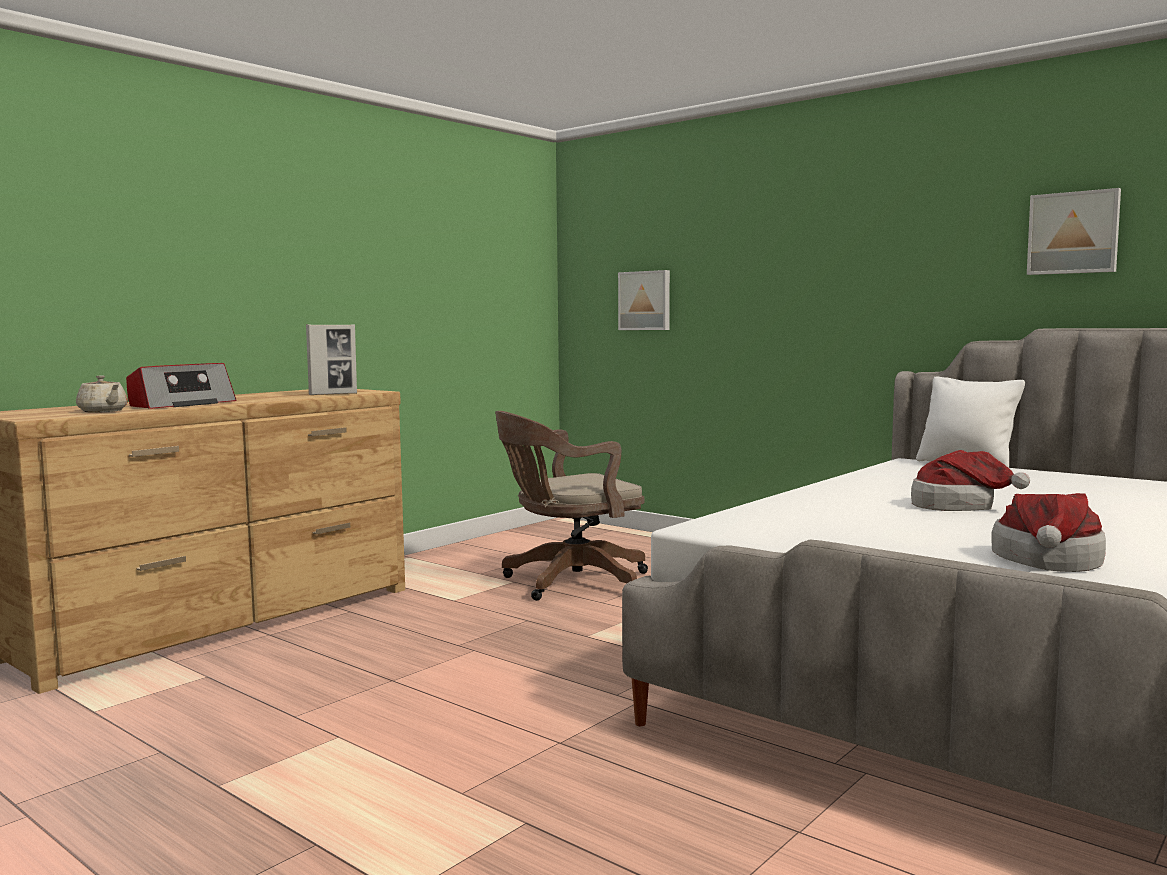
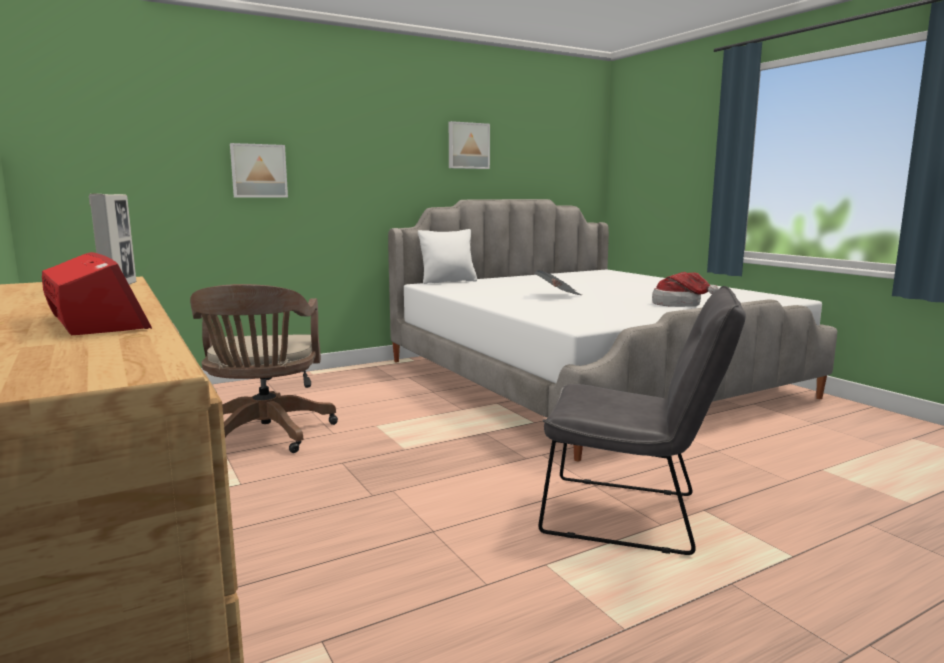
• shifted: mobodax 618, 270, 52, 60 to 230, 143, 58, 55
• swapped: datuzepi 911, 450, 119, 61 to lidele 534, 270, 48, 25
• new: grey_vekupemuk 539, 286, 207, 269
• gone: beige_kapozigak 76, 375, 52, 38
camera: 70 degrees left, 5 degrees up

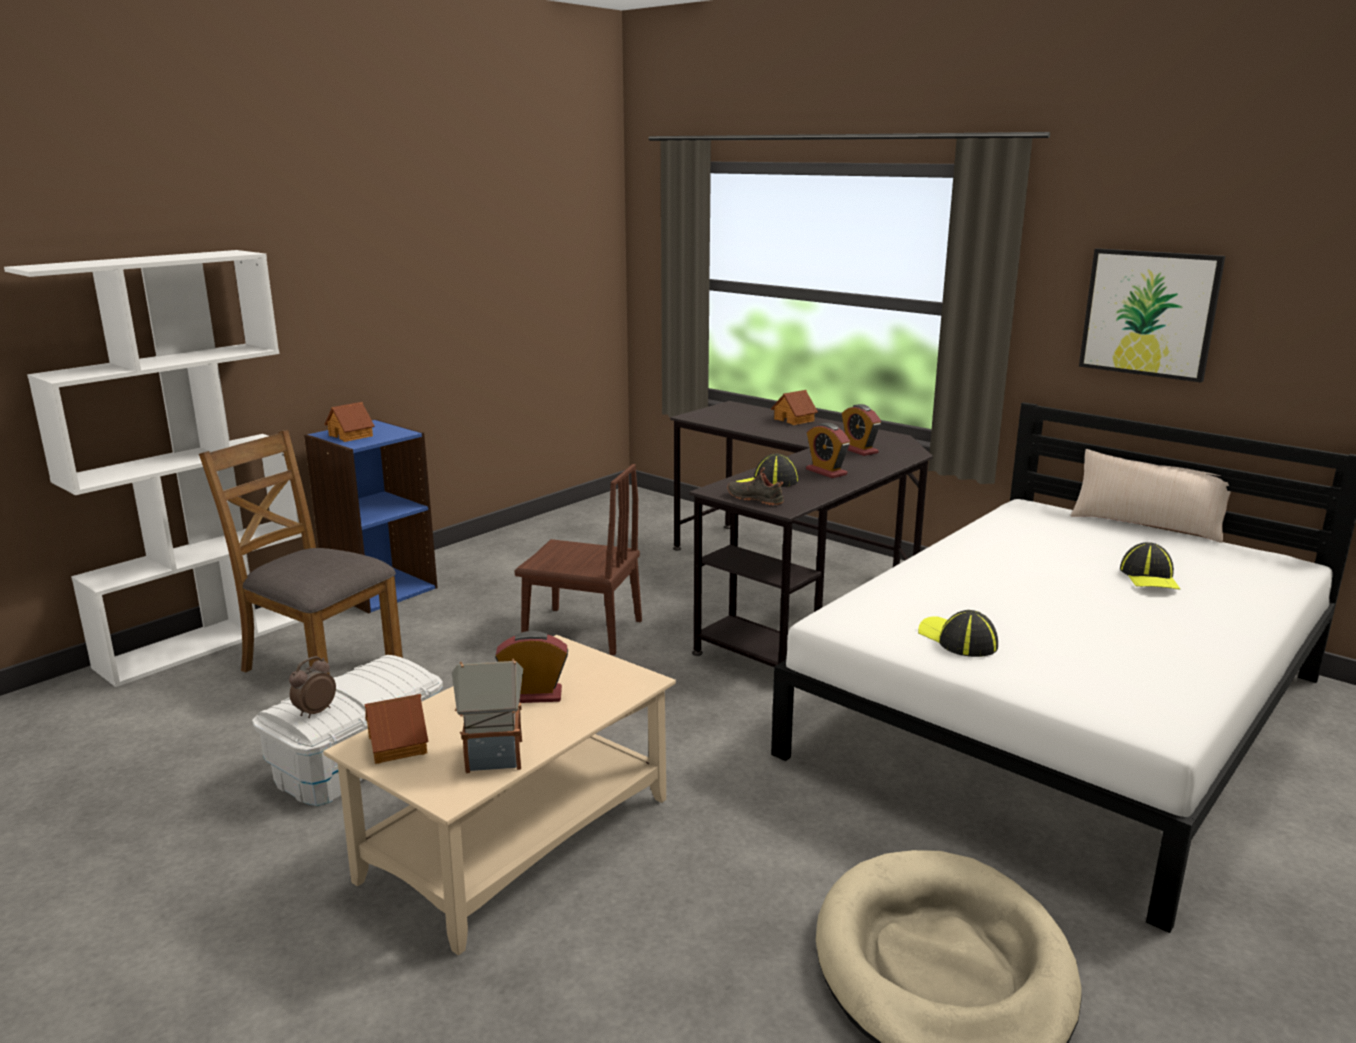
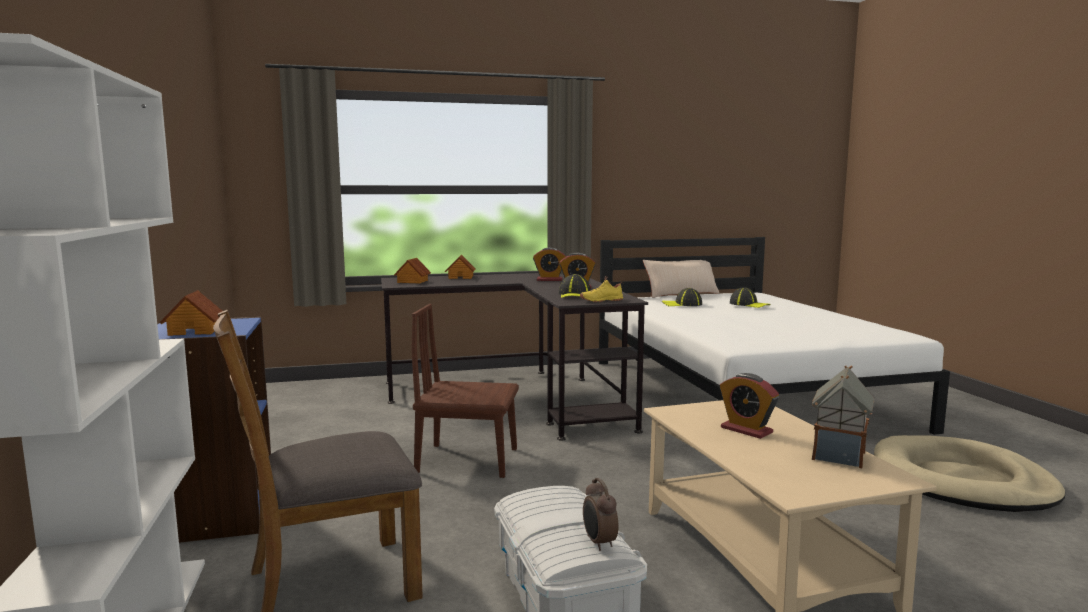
• shifted: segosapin 365, 694, 63, 70 to 394, 258, 37, 26
• rotated: brown_vekupemuk 514, 464, 128, 191 = 411, 304, 108, 174 135 degrees counterclockwise
• repainted: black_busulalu 727, 468, 57, 37 to yellow_busulalu 580, 276, 43, 26
• shifted: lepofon 918, 610, 80, 47 to 662, 288, 40, 18
• rotated: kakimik 495, 631, 73, 72 = 720, 373, 59, 66 75 degrees counterclockwise
• gone: mobodax 1079, 248, 146, 135
camera: 55 degrees left, 10 degrees down

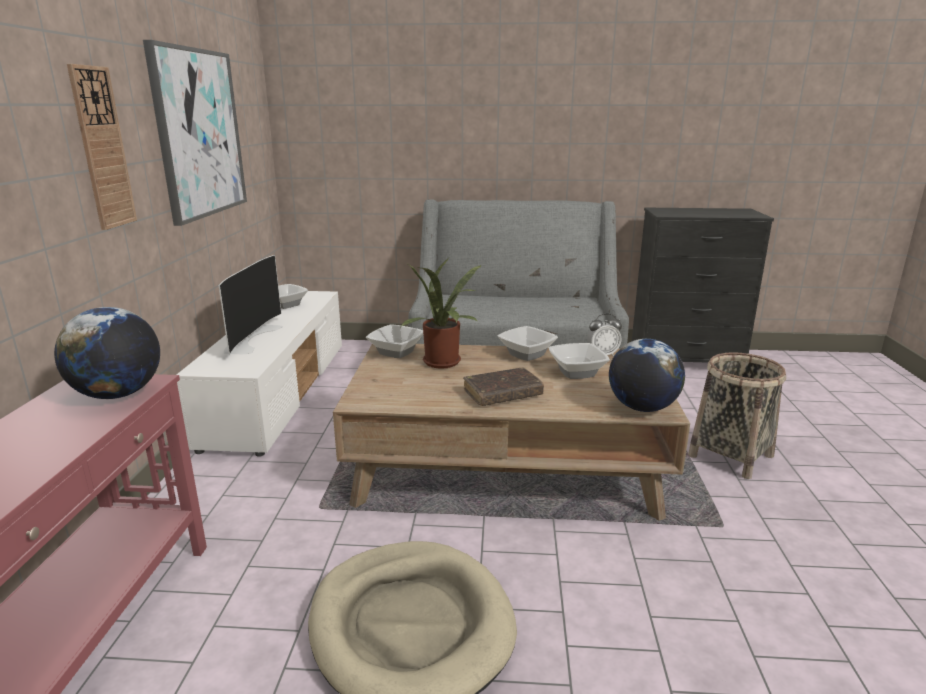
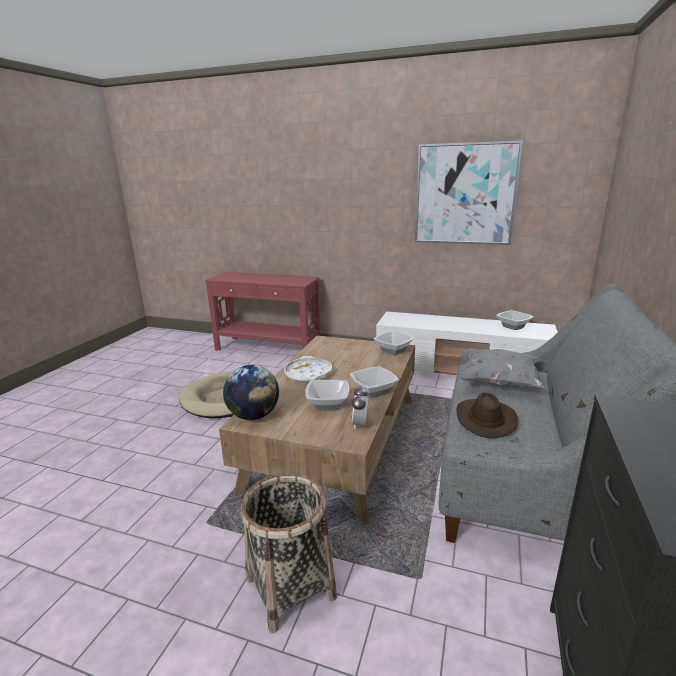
• swapped: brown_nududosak 463, 368, 81, 38 to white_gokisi 284, 356, 48, 25
• new: brown_datuzepi 456, 393, 62, 45
• new: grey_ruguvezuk 460, 348, 87, 41
• gone: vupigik 54, 307, 106, 92
• gone: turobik 67, 64, 70, 166
• gone: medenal 219, 255, 64, 100
• gone: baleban 401, 258, 81, 111
camera: 105 degrees right, 0 degrees up

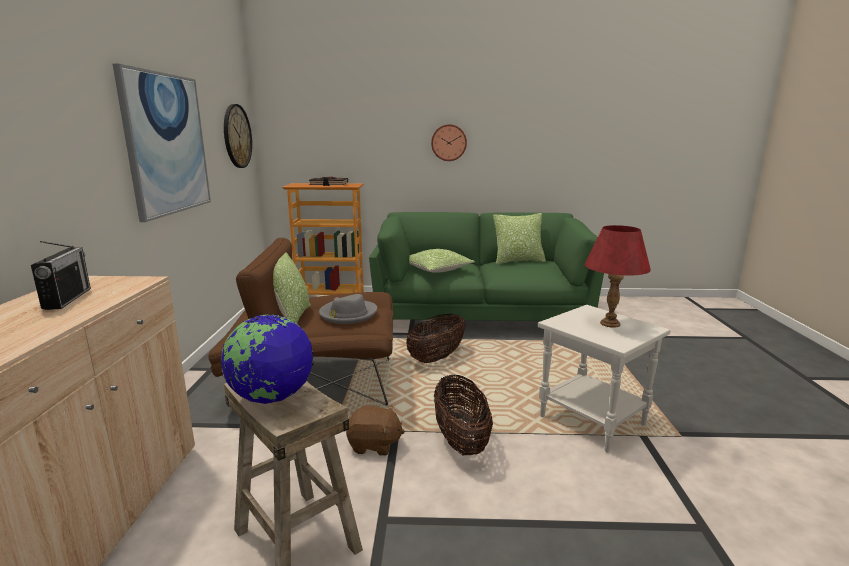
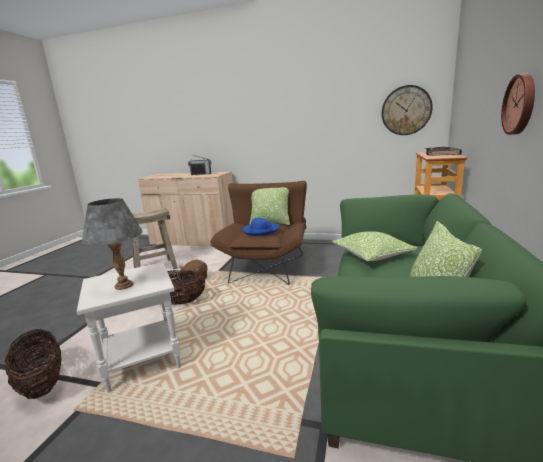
• shifted: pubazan 406, 314, 59, 49 to 4, 329, 58, 70
• repainted: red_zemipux 585, 225, 66, 103 to grey_zemipux 82, 198, 61, 92
• repainted: grey_datuzepi 319, 294, 58, 30 to blue_datuzepi 243, 218, 36, 18
• gone: mobodax 113, 63, 98, 159
• gone: vupigik 221, 314, 93, 90
camera: 105 degrees right, 0 degrees up

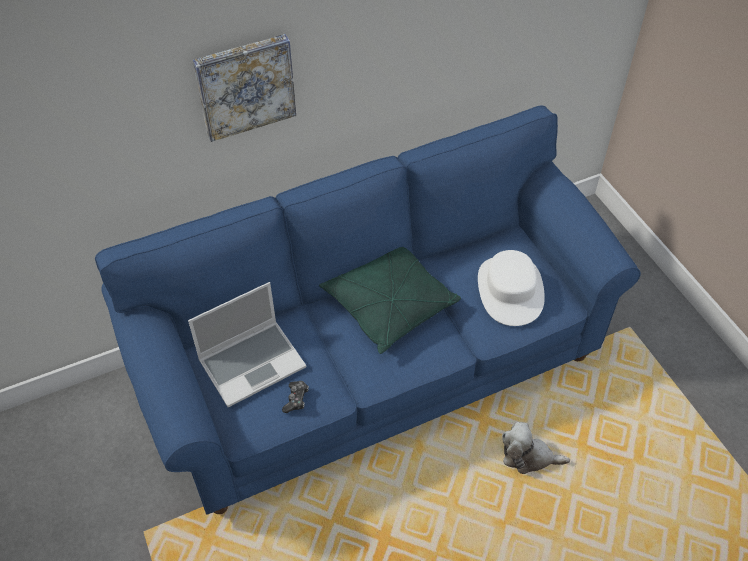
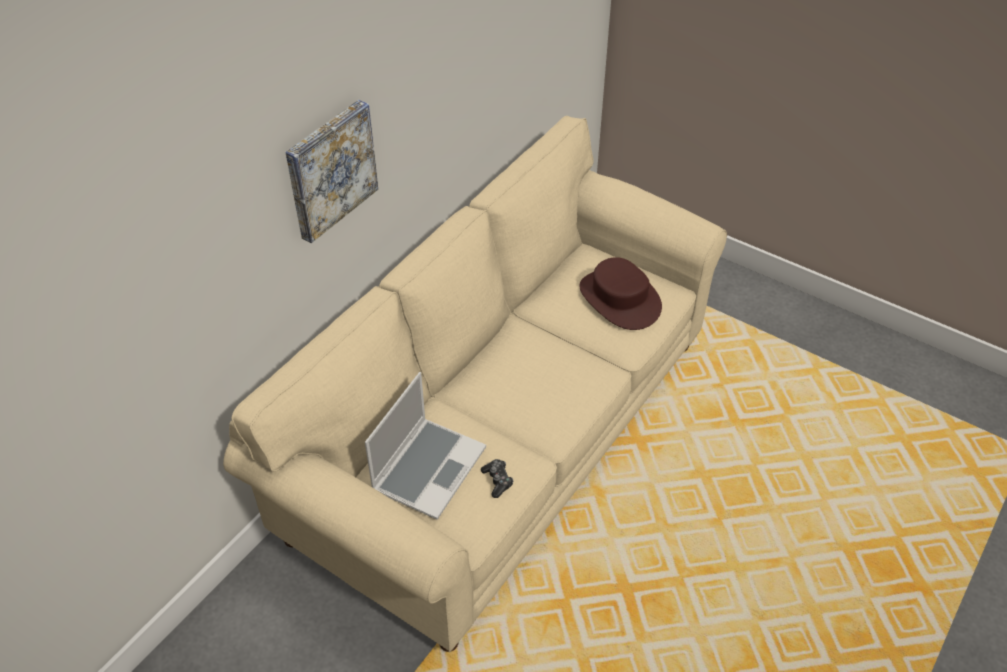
• repainted: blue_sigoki 95, 106, 546, 409 to beige_sigoki 223, 116, 504, 537
• repainted: white_datuzepi 478, 250, 67, 76 to brown_datuzepi 579, 257, 83, 73
• gone: green_ruguvezuk 319, 247, 142, 107
• gone: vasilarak 502, 422, 68, 52
camera: 30 degrees left, 5 degrees down

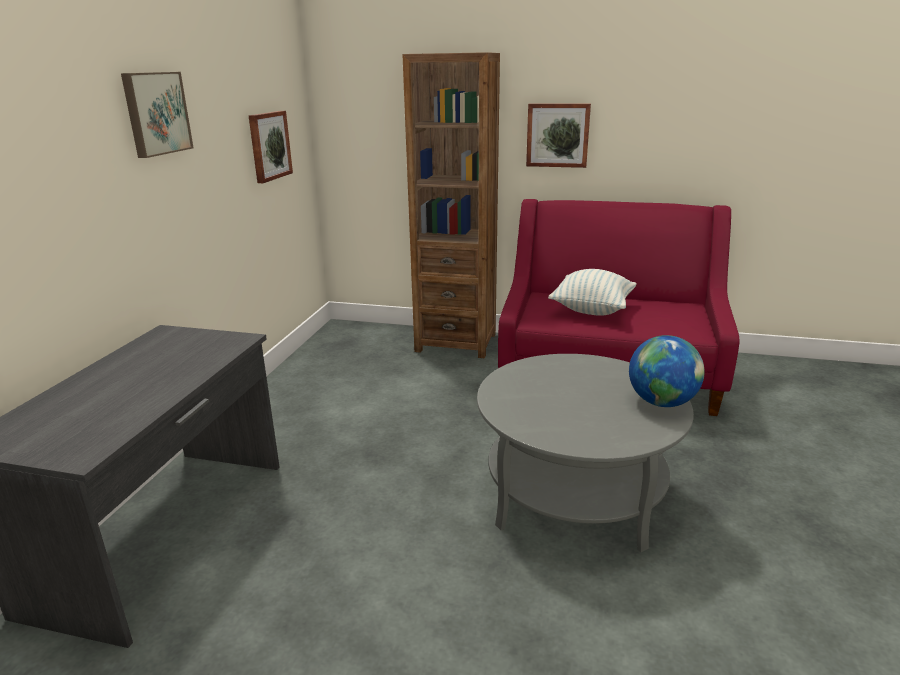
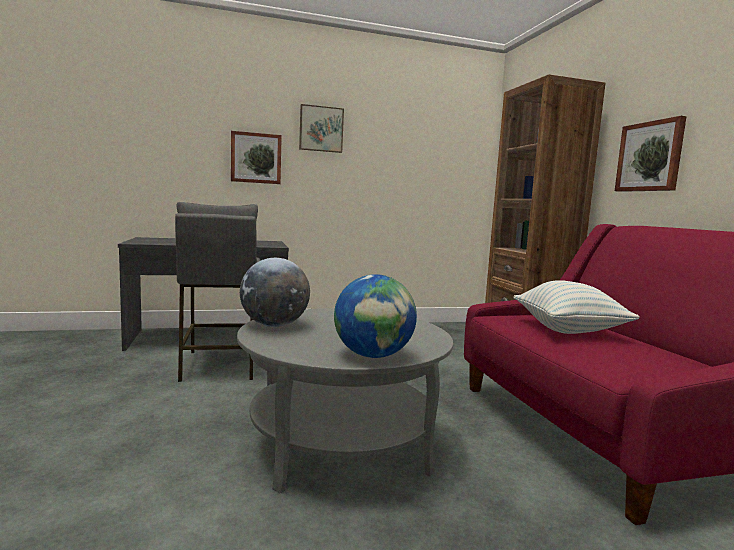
• new: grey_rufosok 175, 202, 86, 180
• shifted: mobodax 248, 111, 45, 72 to 231, 131, 51, 53
• new: vupigik 240, 258, 70, 69
camera: 60 degrees right, 15 degrees down

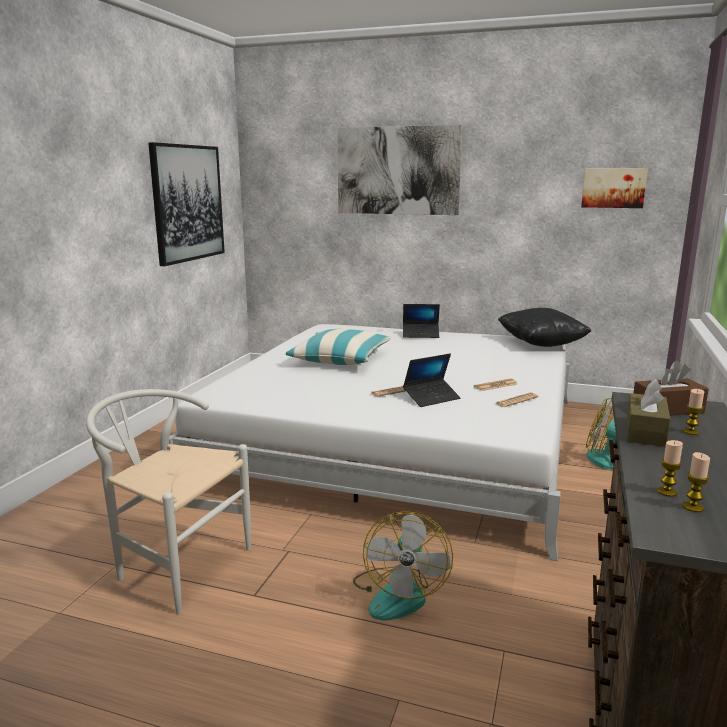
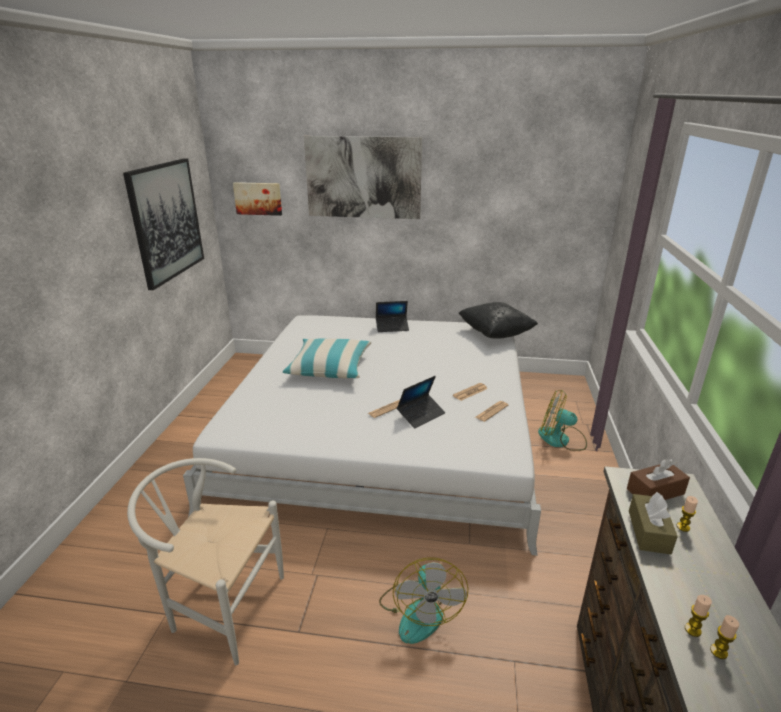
• shifted: mobodax 581, 168, 67, 40 to 233, 182, 49, 34
camera: 10 degrees left, 10 degrees up

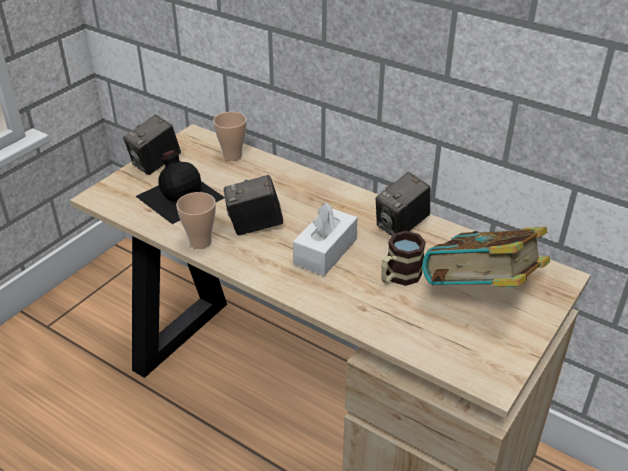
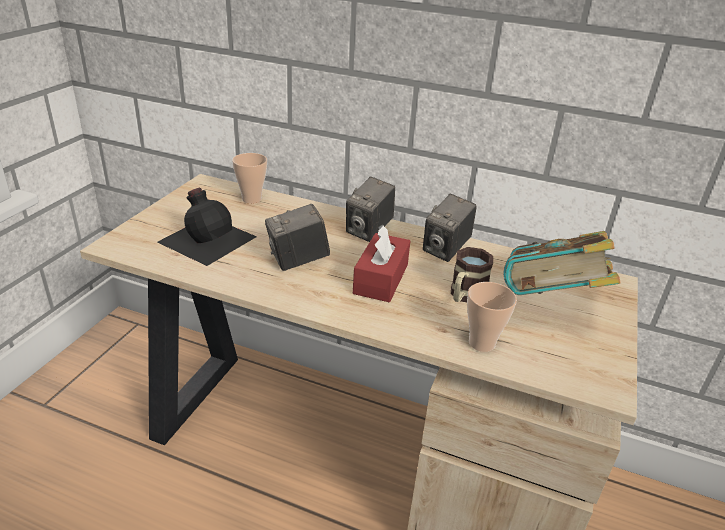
• shifted: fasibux 123, 115, 58, 60 to 346, 177, 49, 65
• repainted: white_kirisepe 293, 203, 65, 73 to red_kirisepe 353, 225, 57, 77
• shifted: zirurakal 176, 192, 40, 57 to 467, 282, 50, 70
camera: 15 degrees left, 5 degrees down

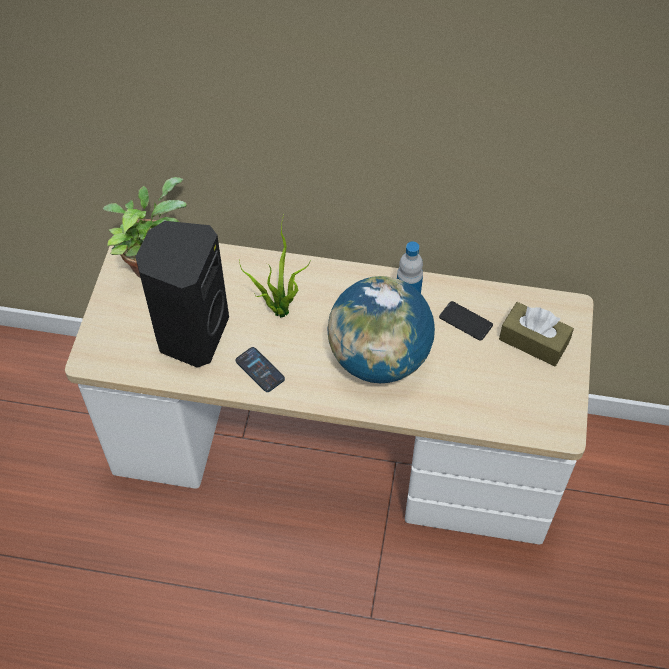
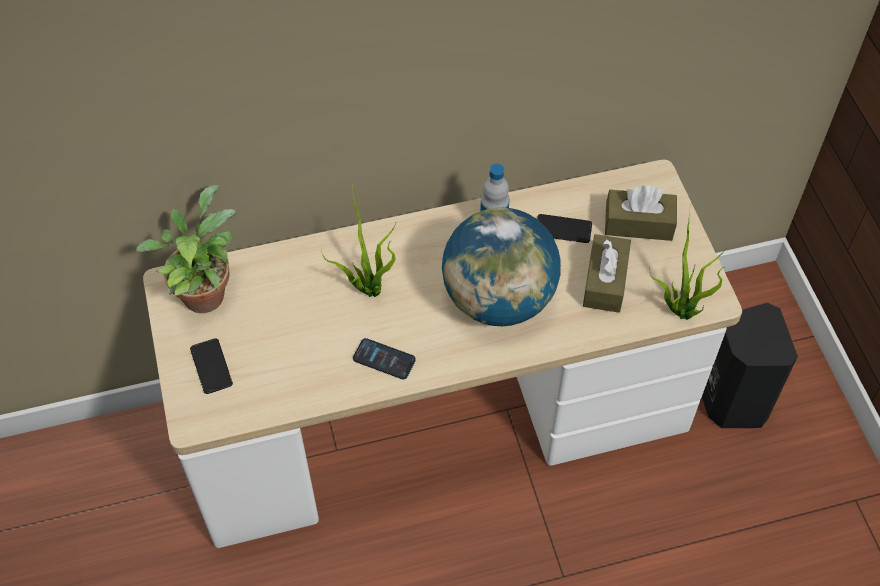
• new: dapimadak 190, 338, 43, 56
• new: brown_kirisepe 583, 234, 48, 79
• new: baleban 649, 203, 78, 117
• shifted: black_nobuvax 135, 221, 94, 147 to 702, 303, 96, 125
camera: 25 degrees left, 0 degrees up

